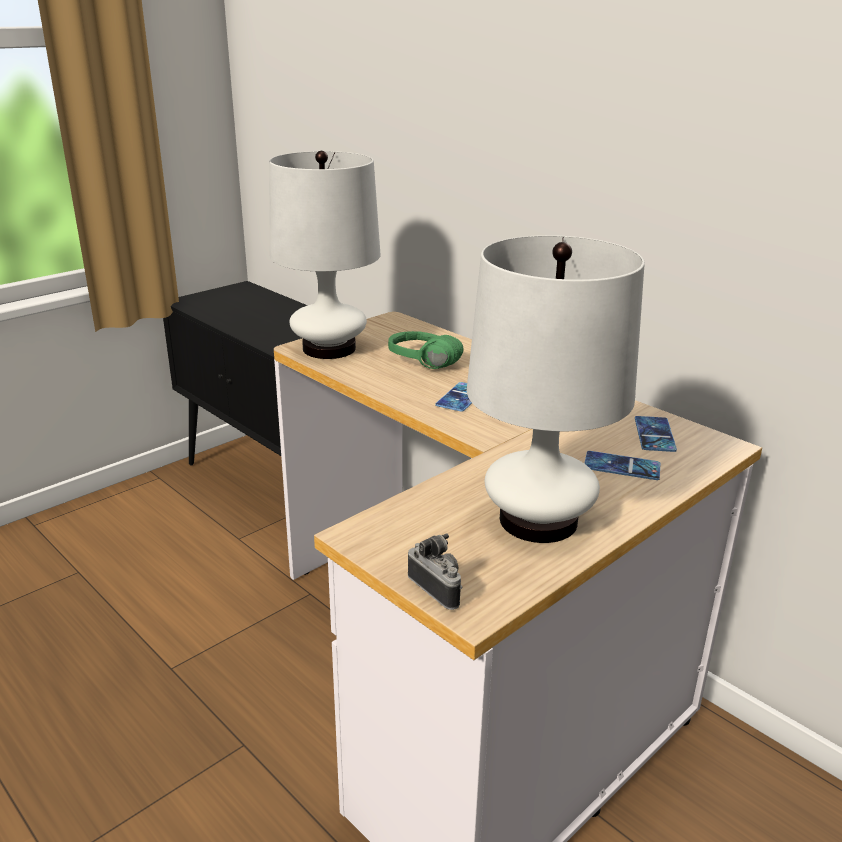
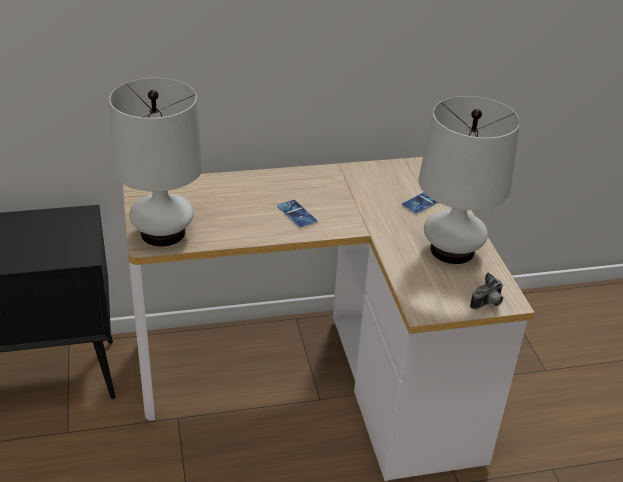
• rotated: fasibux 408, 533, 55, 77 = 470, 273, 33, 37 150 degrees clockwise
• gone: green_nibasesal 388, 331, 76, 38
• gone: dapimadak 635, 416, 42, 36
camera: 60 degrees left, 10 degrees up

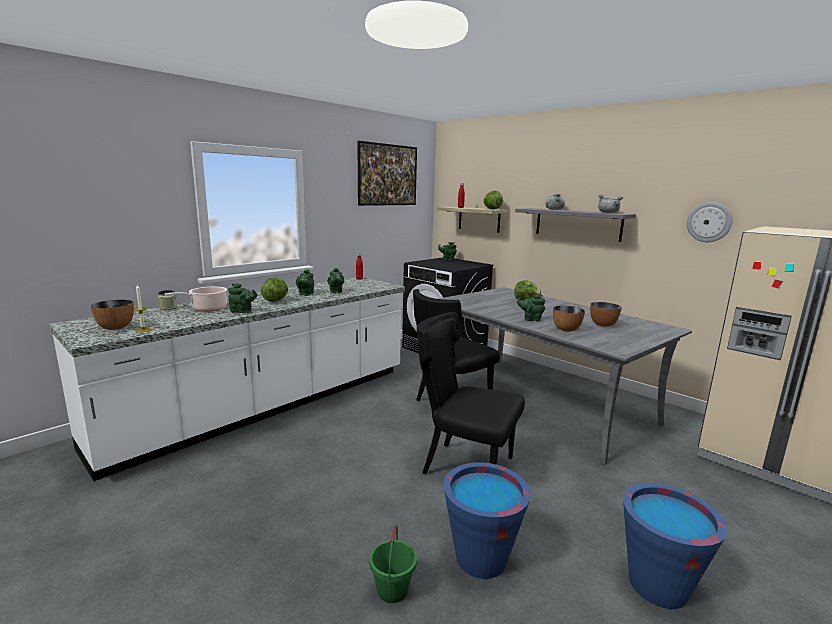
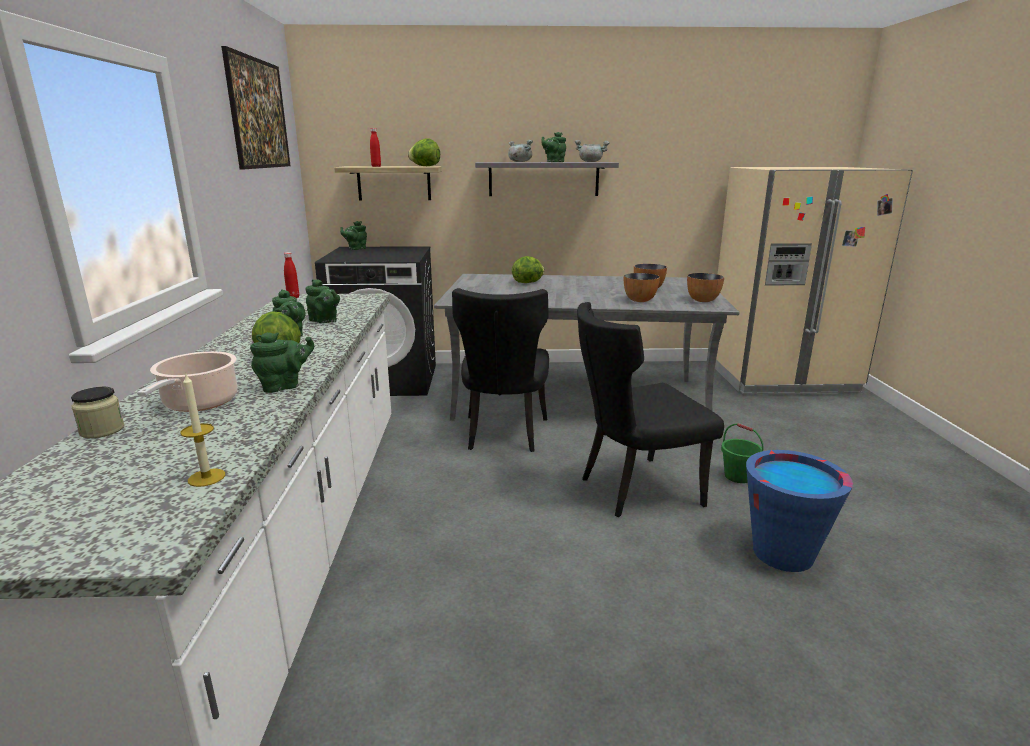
• shifted: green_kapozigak 517, 294, 28, 27 to 541, 132, 25, 30
• shifted: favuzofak 91, 300, 43, 30 to 687, 273, 37, 29
• shifted: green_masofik 369, 525, 48, 78 to 721, 423, 43, 60
• gone: blue_masofik 623, 483, 105, 126
• gone: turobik 687, 202, 46, 40
camera: 45 degrees left, 5 degrees up

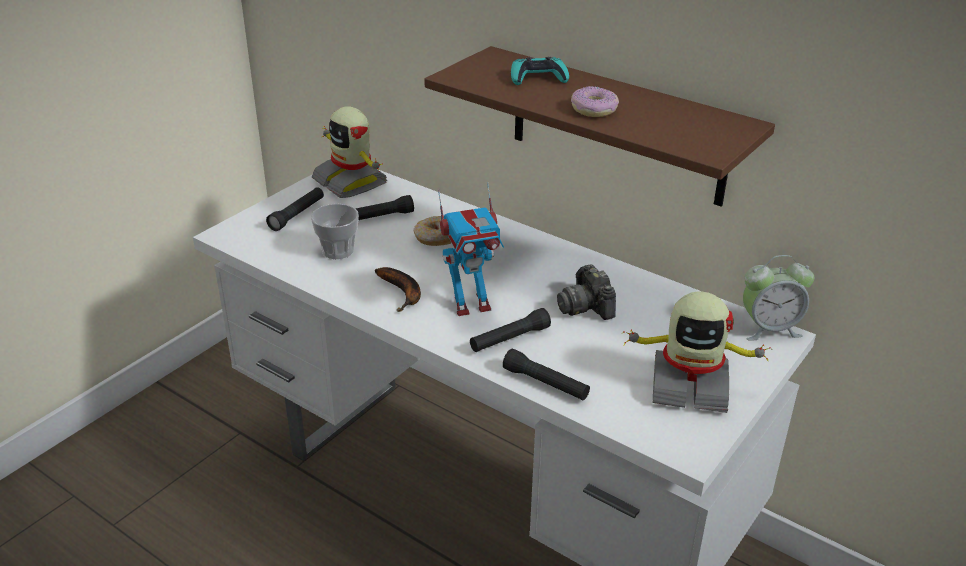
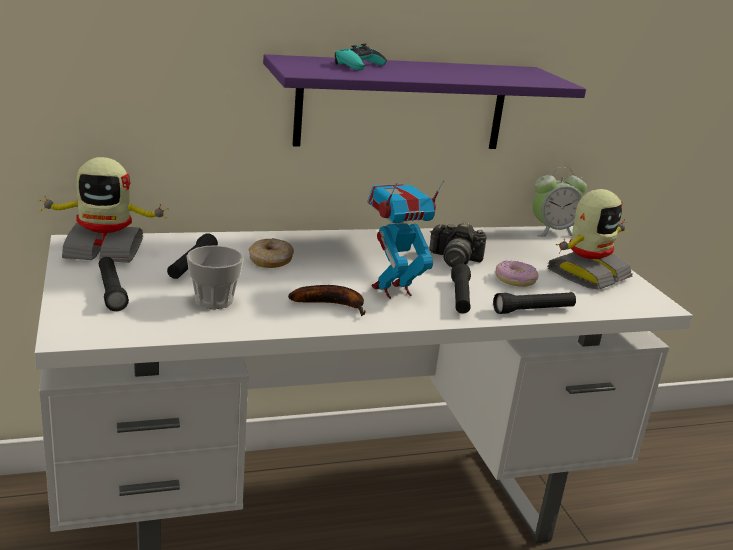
• repainted: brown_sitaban 424, 46, 351, 160 to purple_sitaban 263, 54, 323, 95
• rotated: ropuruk 438, 182, 66, 134 = 367, 180, 77, 119 135 degrees counterclockwise
• shifted: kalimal 571, 86, 48, 31 to 496, 261, 42, 26
• rotated: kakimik 743, 255, 71, 85 = 532, 167, 55, 70 45 degrees clockwise
camera: 55 degrees left, 10 degrees down

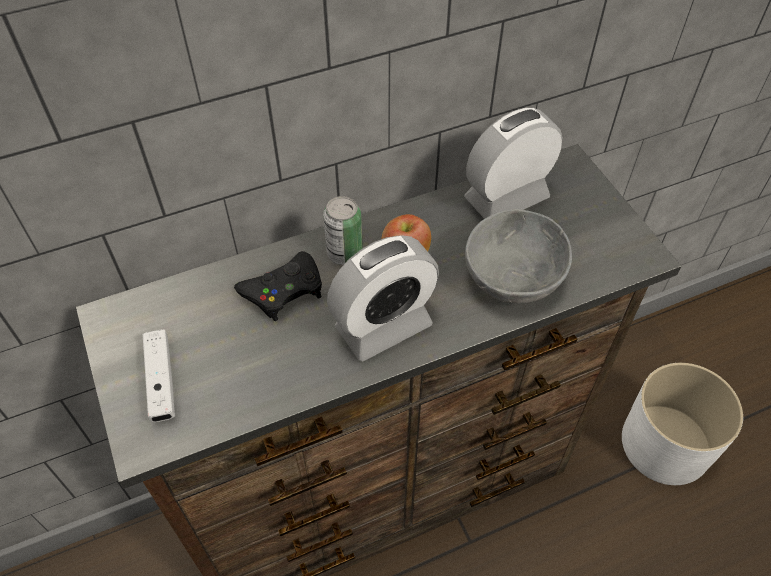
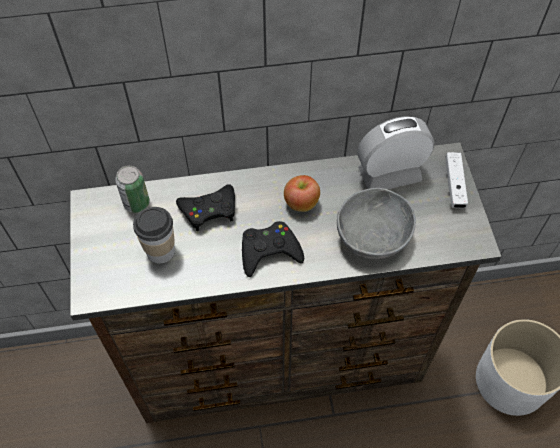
• shifted: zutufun 323, 196, 40, 69 to 115, 165, 34, 48
• new: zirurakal 133, 207, 42, 56
• swapped: kakimik 327, 235, 112, 126 to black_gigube 242, 221, 62, 56
• shifted: white_gigube 143, 330, 32, 92 to 445, 152, 23, 56
camera: 15 degrees right, 5 degrees up

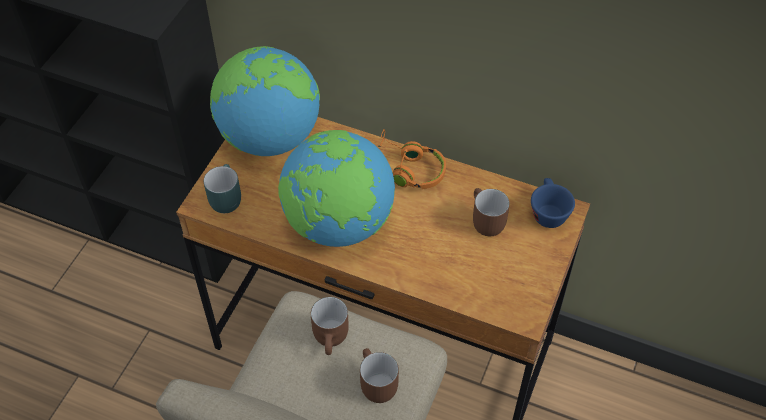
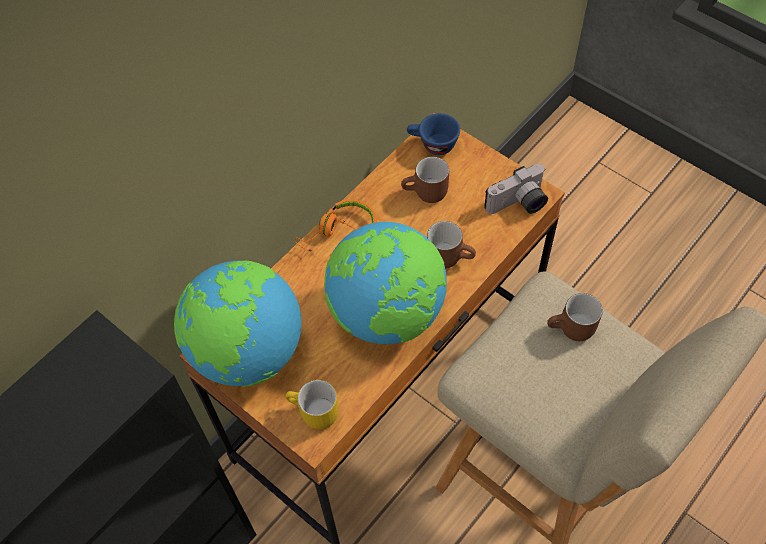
• repainted: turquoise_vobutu 204, 164, 37, 49 to yellow_vobutu 285, 380, 54, 49
• shifted: brown_vobutu 311, 297, 38, 58 to 427, 221, 49, 48
• new: fasibux 484, 164, 64, 50
camera: 70 degrees left, 5 degrees up

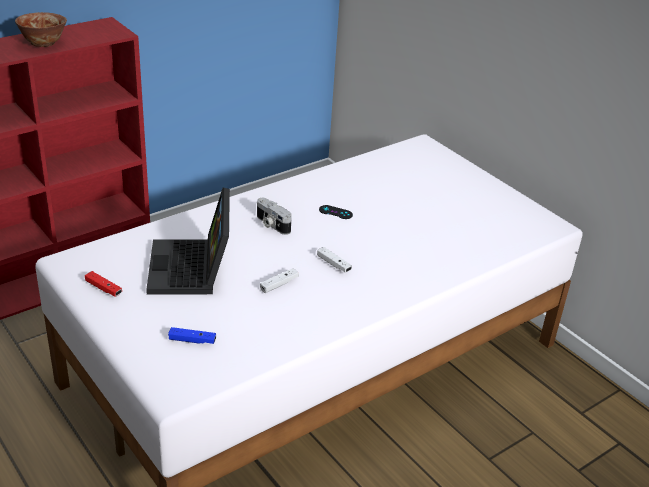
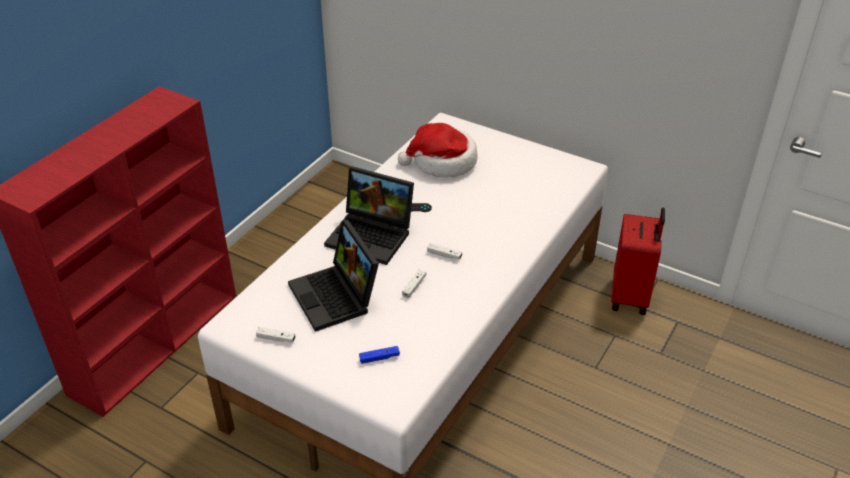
• repainted: red_gigube 85, 271, 37, 26 to white_gigube 256, 327, 39, 16
• swapped: fasibux 257, 198, 35, 37 to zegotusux 324, 166, 90, 99
• new: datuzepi 398, 123, 80, 55
• new: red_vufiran 611, 208, 54, 107
• gone: favuzofak 15, 12, 52, 35
camera: 20 degrees left, 5 degrees up

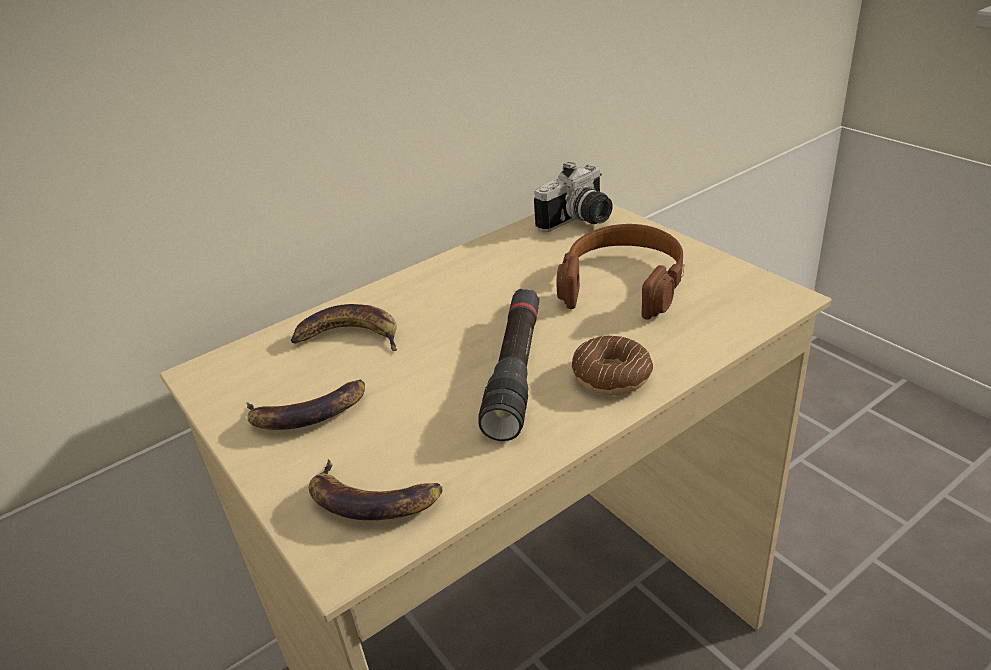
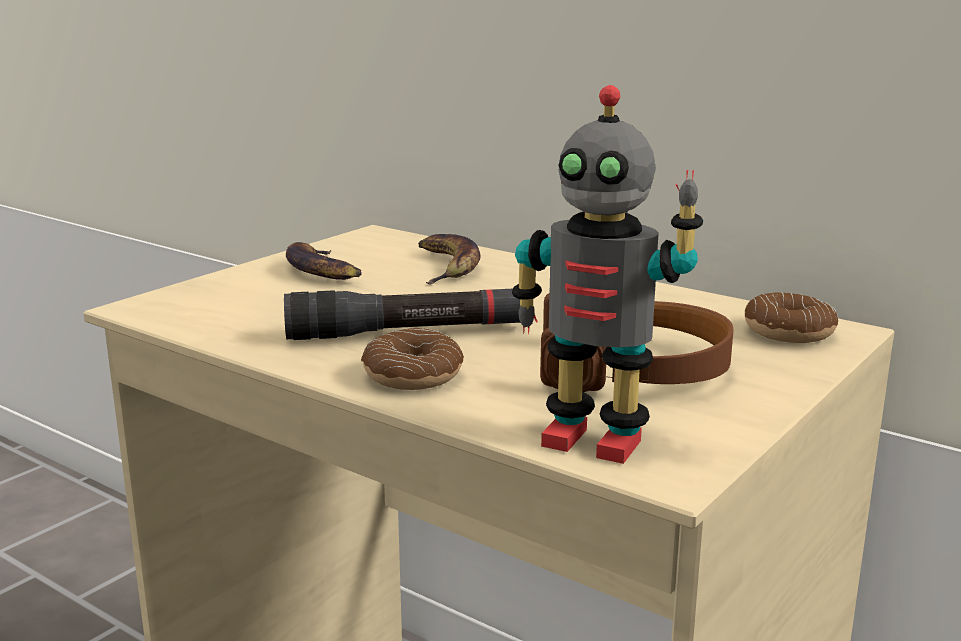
• new: ropuruk 512, 85, 191, 379
• swapped: fasibux 534, 162, 79, 70 to kalimal 745, 292, 93, 51
• gone: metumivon 309, 459, 133, 61
camera: 70 degrees right, 15 degrees down

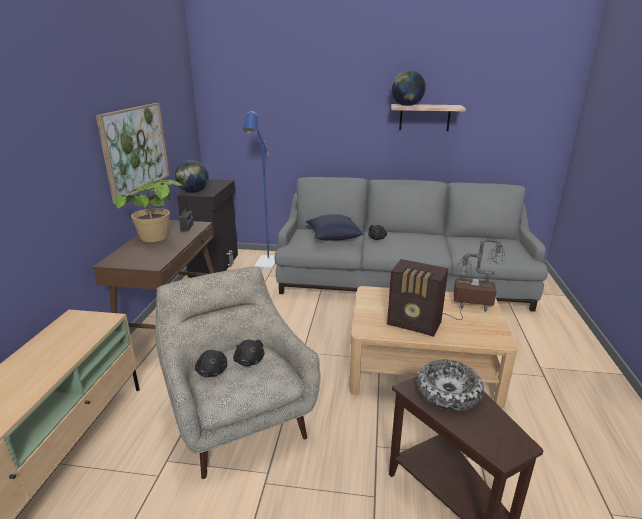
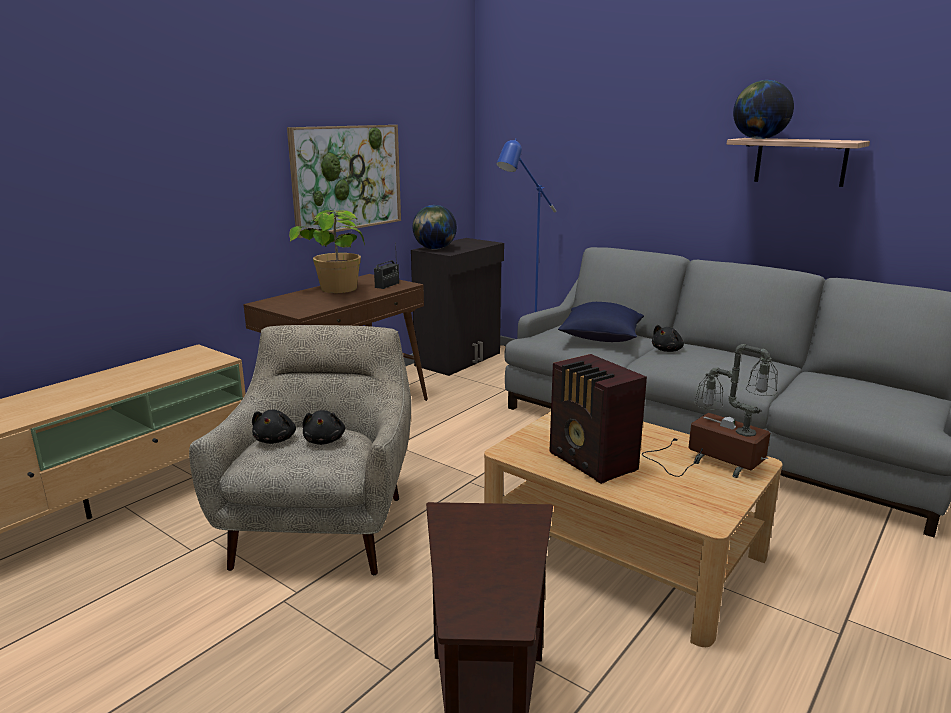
• gone: favuzofak 417, 360, 67, 51
camera: 30 degrees right, 5 degrees down

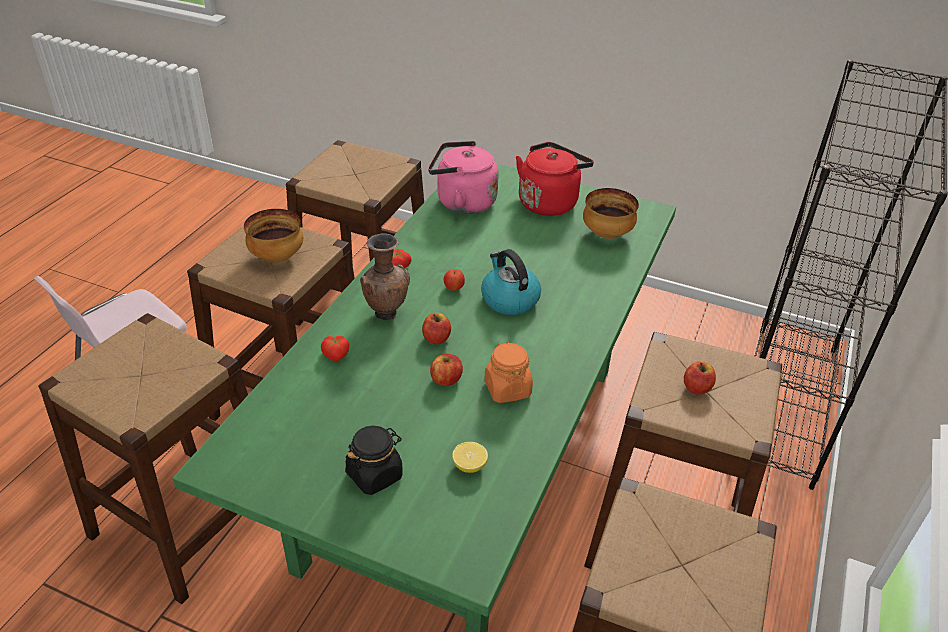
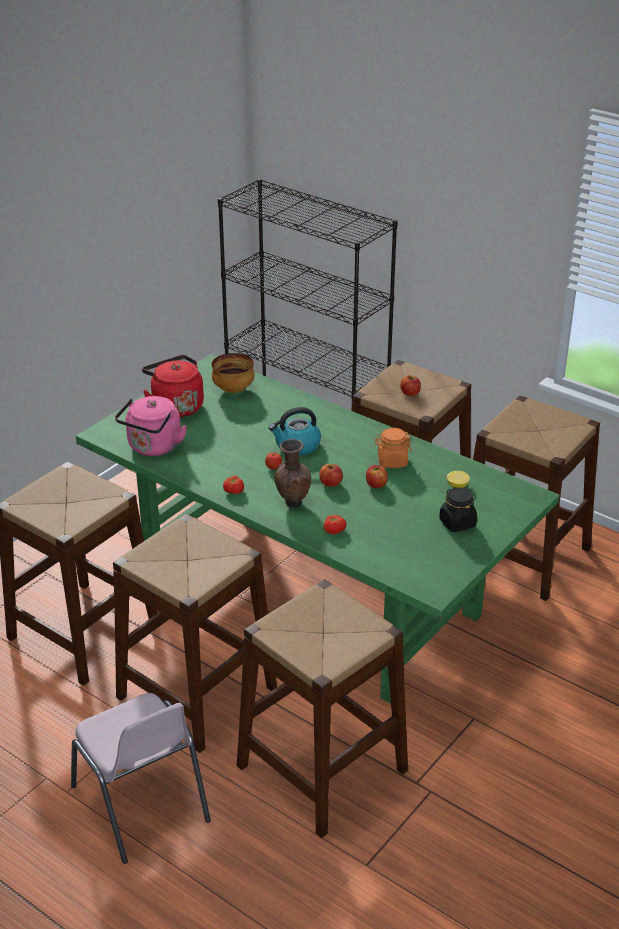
• gone: favuzofak 244, 209, 59, 53
camera: 75 degrees left, 5 degrees down

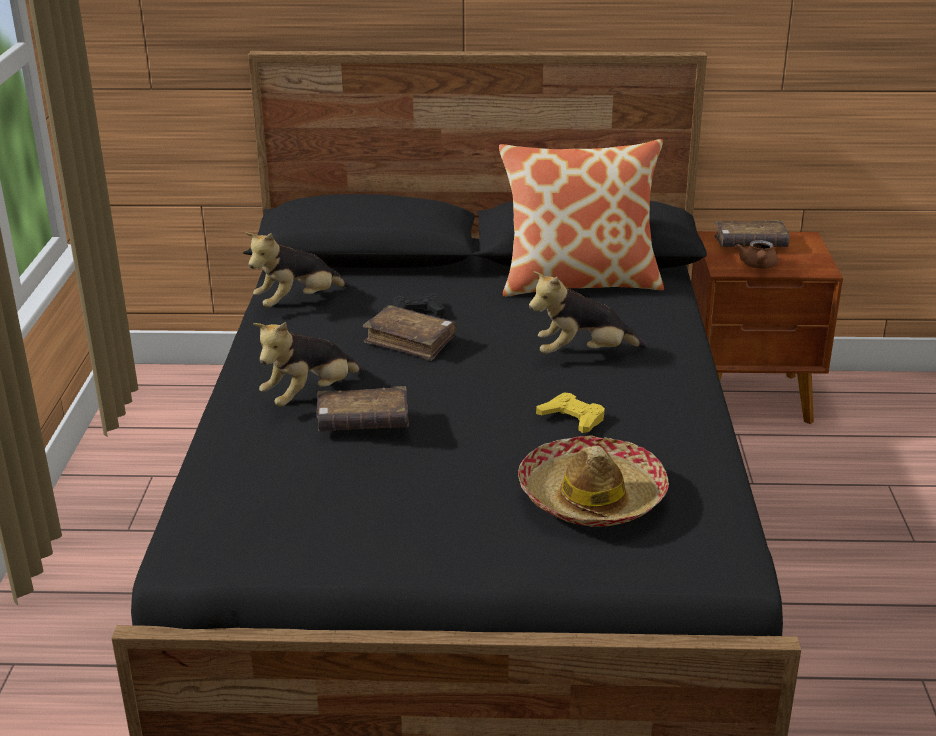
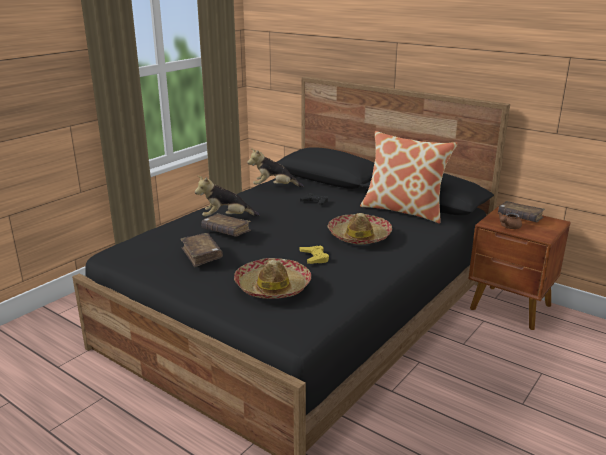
• shifted: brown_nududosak 363, 305, 93, 56 to 180, 233, 43, 34
• swapped: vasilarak 529, 271, 118, 83 to datuzepi 327, 213, 65, 31
camera: 35 degrees right, 5 degrees down

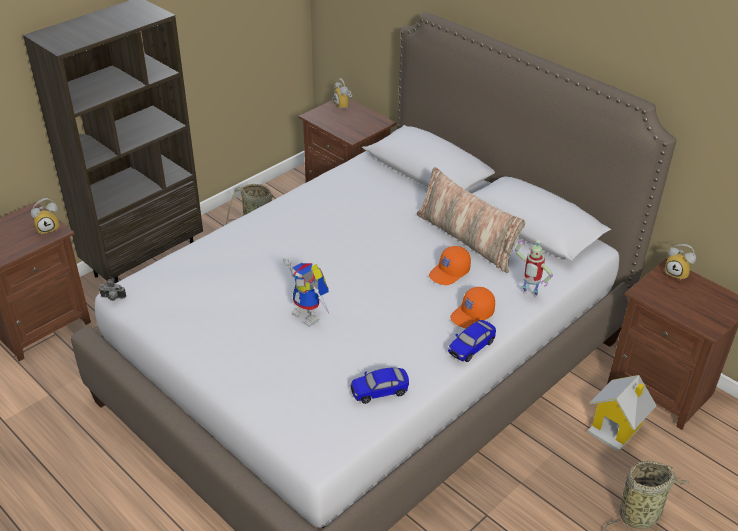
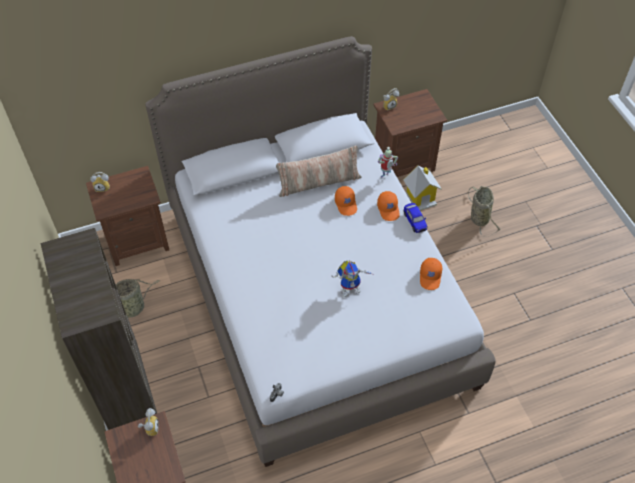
• swapped: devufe 350, 368, 59, 36 to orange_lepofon 420, 258, 22, 32
camera: 65 degrees left, 15 degrees up

